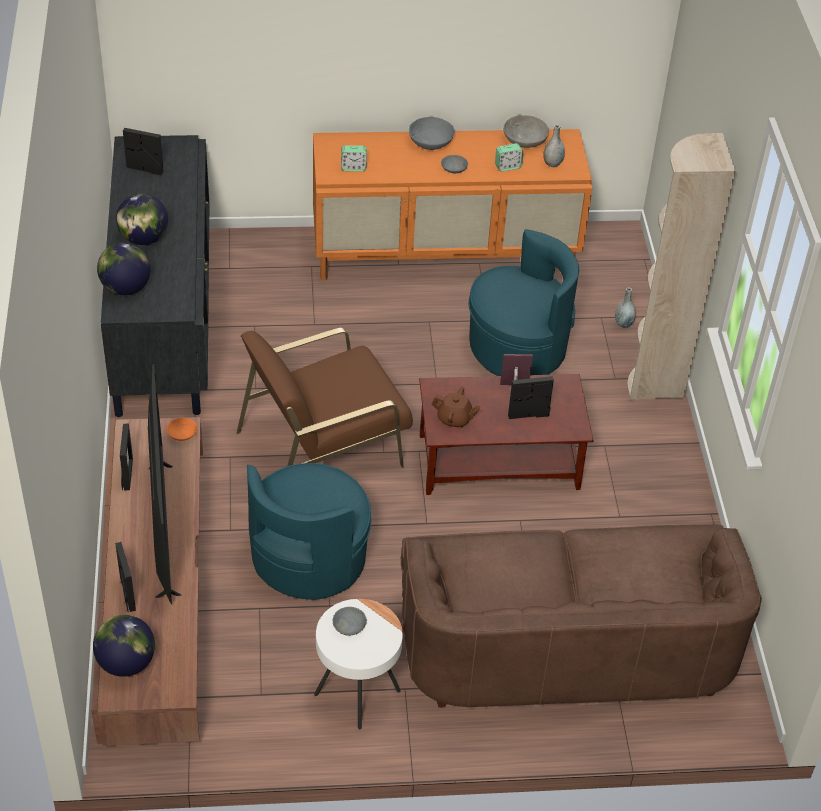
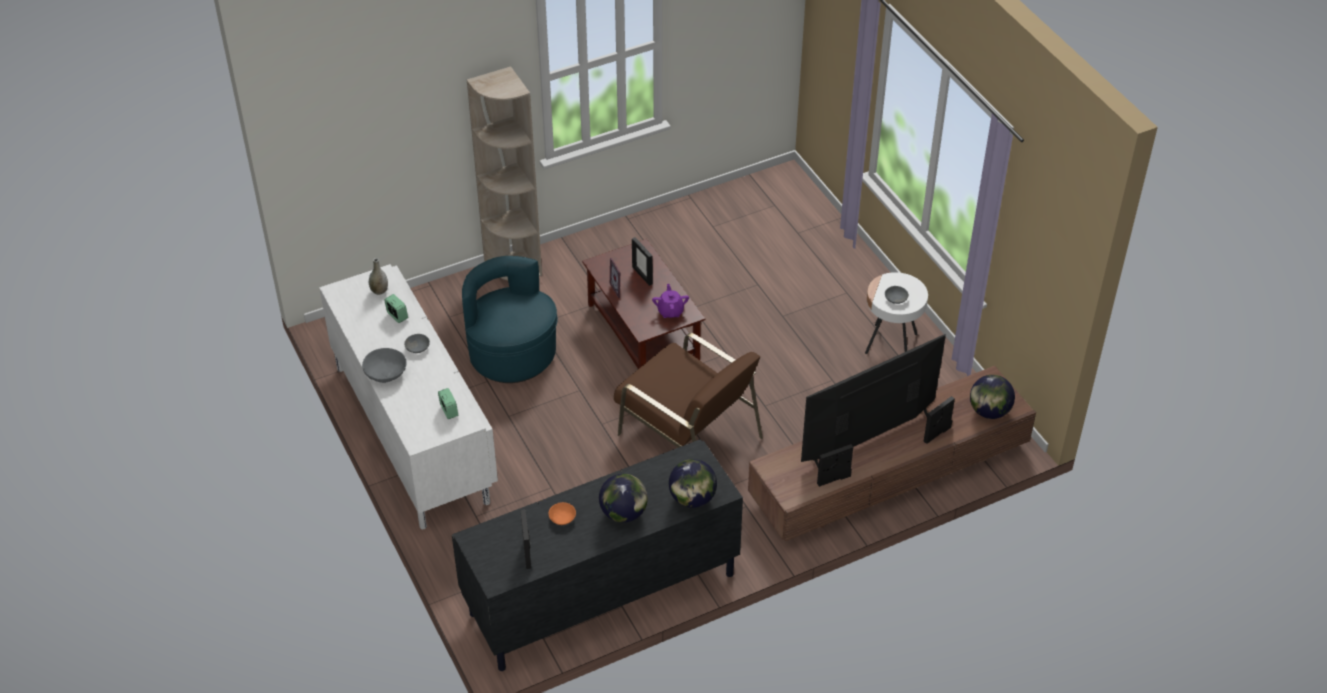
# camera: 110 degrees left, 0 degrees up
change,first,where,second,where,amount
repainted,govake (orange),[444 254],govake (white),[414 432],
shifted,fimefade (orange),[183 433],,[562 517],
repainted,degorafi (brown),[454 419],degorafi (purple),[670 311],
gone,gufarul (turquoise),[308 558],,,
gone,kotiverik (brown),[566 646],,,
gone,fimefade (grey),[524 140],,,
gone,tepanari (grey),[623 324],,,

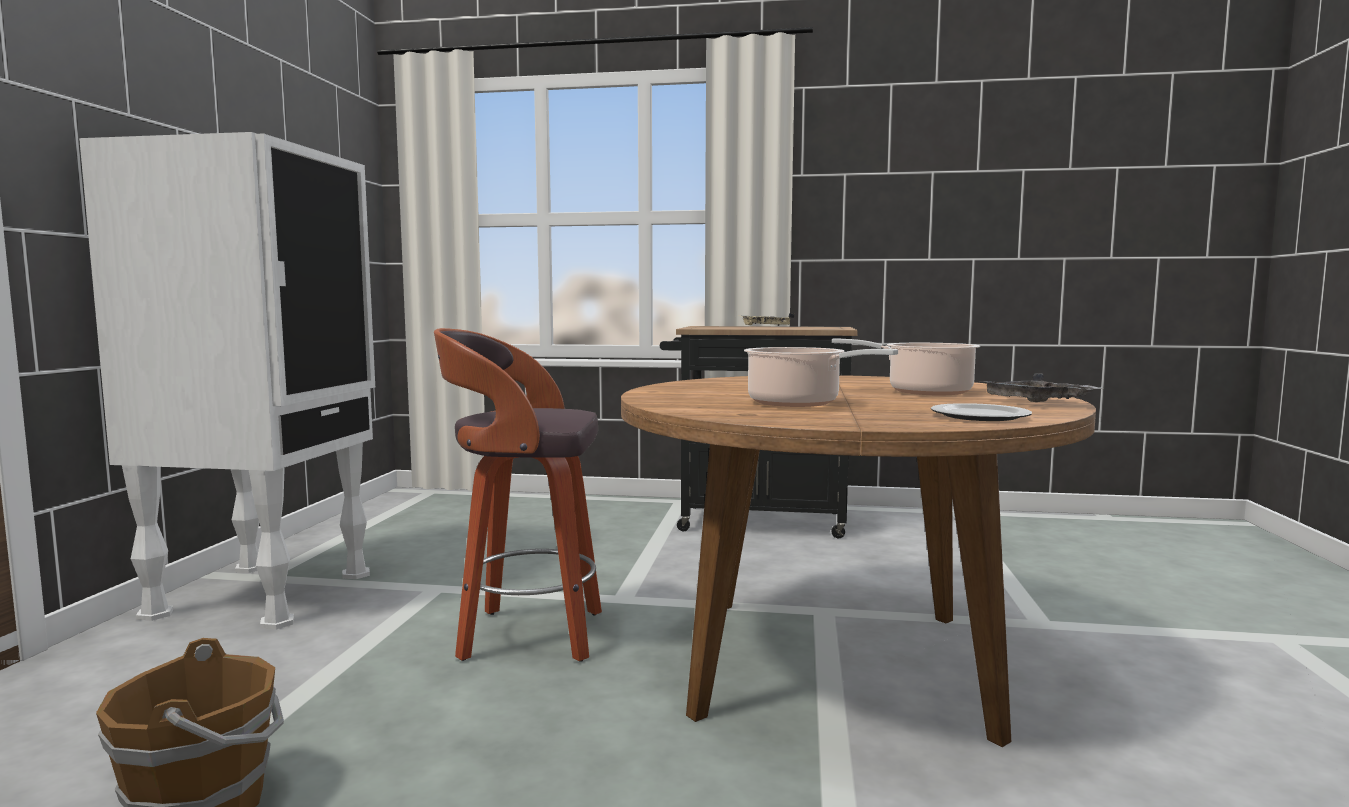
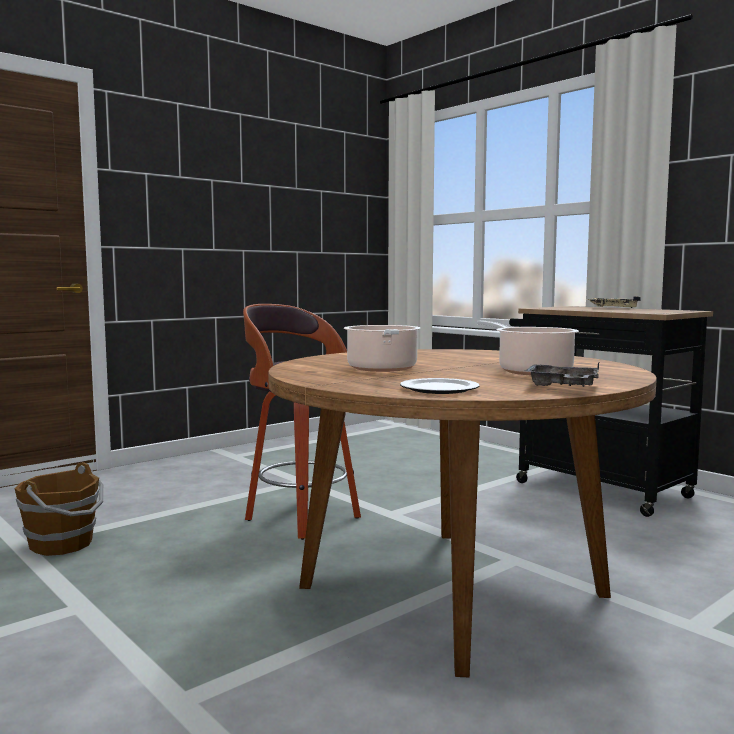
# camera: 40 degrees right, 0 degrees up
change,first,where,second,where,amount
gone,govake (white),[266 593],,,

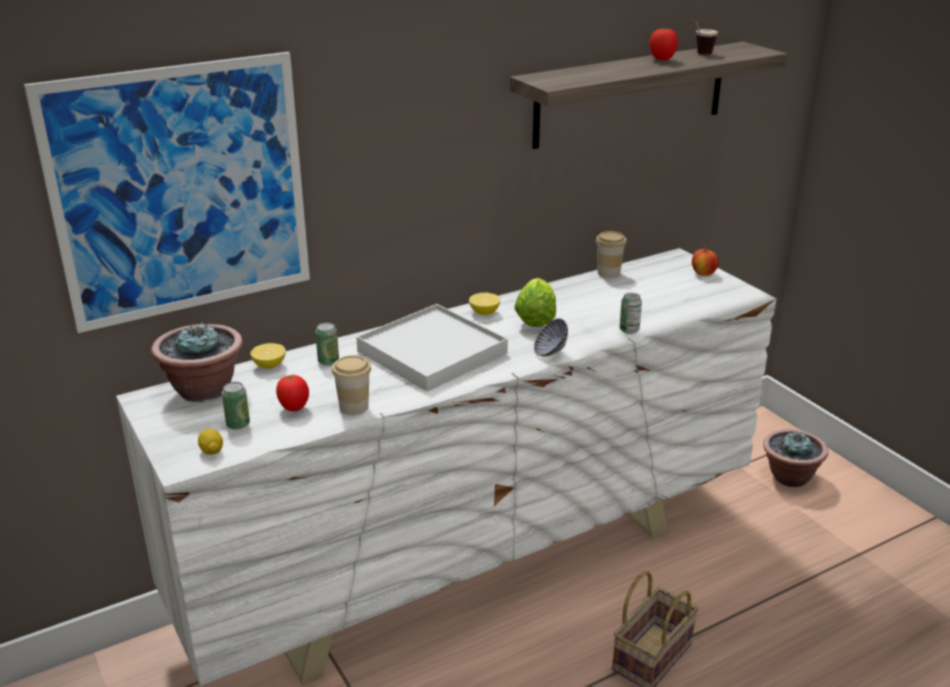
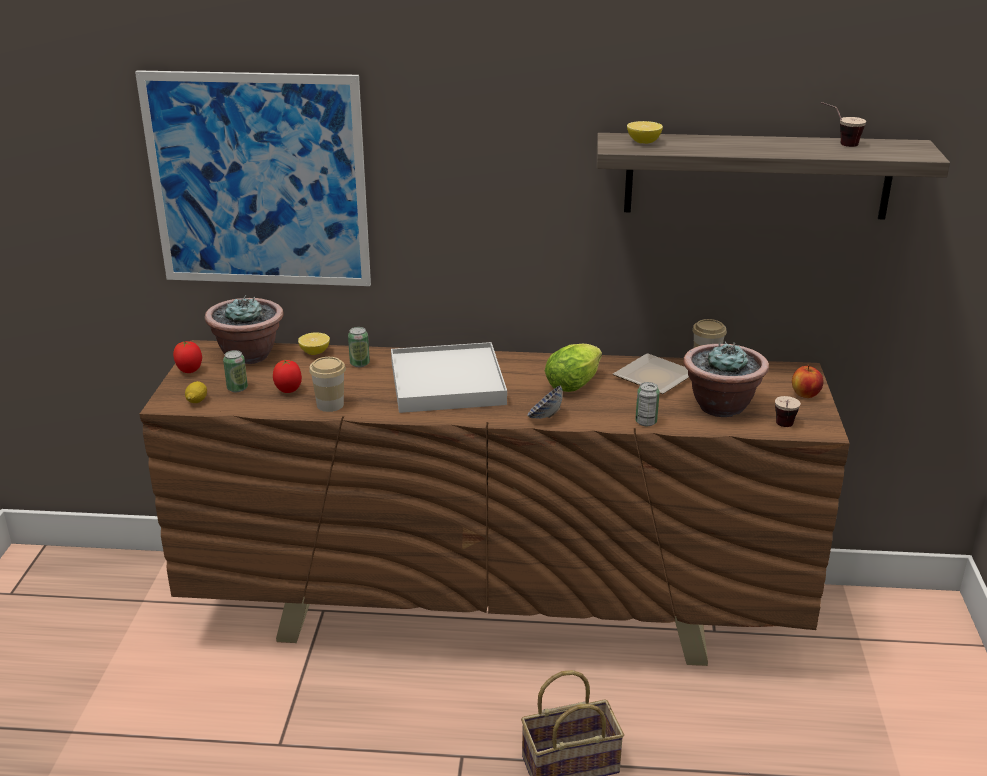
# camera: 35 degrees right, 0 degrees up
change,first,where,second,where,amount
repainted,govake (white),[475 568],govake (brown),[495 616],
shifted,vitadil,[662 59],,[189 371],
new,,,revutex,[657 377],
shifted,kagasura,[484 312],,[643 142],
shifted,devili,[789 477],,[720 406],
new,,,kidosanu,[783 428],

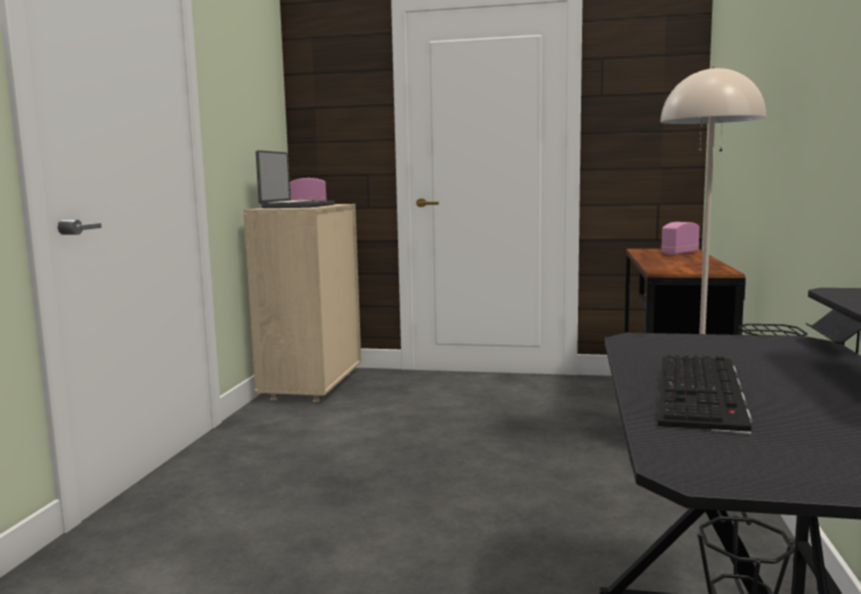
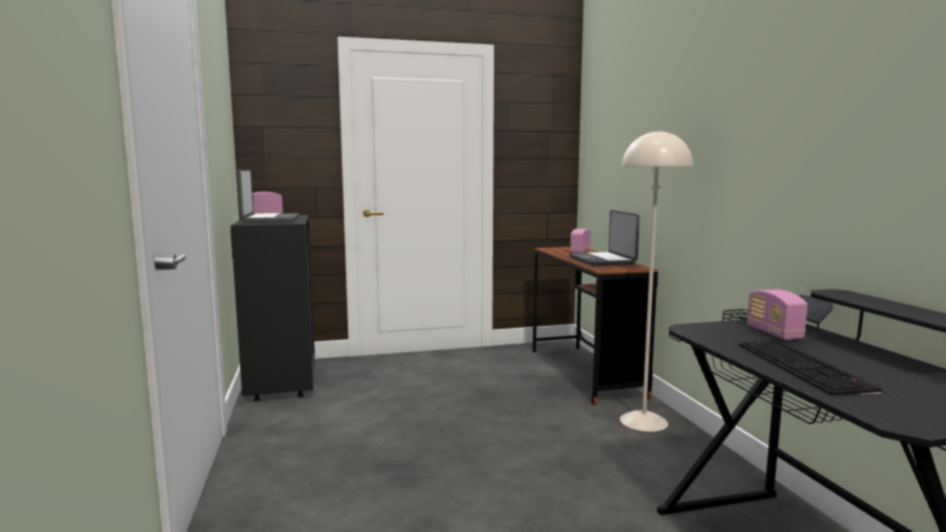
# camera: 25 degrees left, 0 degrees up
change,first,where,second,where,amount
repainted,govake (beige),[312 385],govake (black),[282 381],
new,,,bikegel,[603 261],
new,,,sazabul,[774 333],

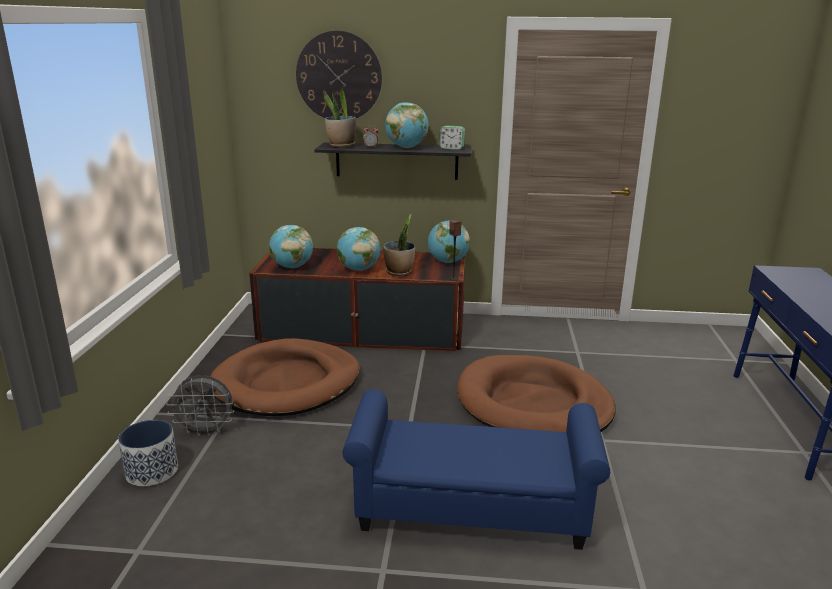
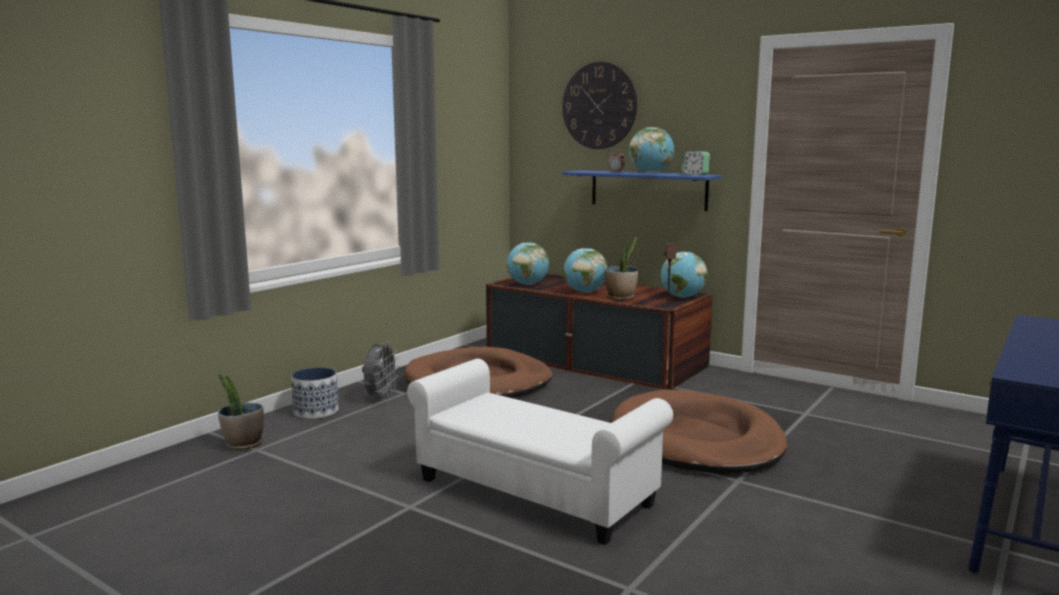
# camera: 30 degrees right, 10 degrees down
change,first,where,second,where,amount
shifted,devili,[341 146],,[243 444],
rotated,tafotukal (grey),[206 430],,[380 397],105 degrees counterclockwise
repainted,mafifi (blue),[471 509],mafifi (white),[534 492],
repainted,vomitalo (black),[396 161],vomitalo (blue),[648 190],

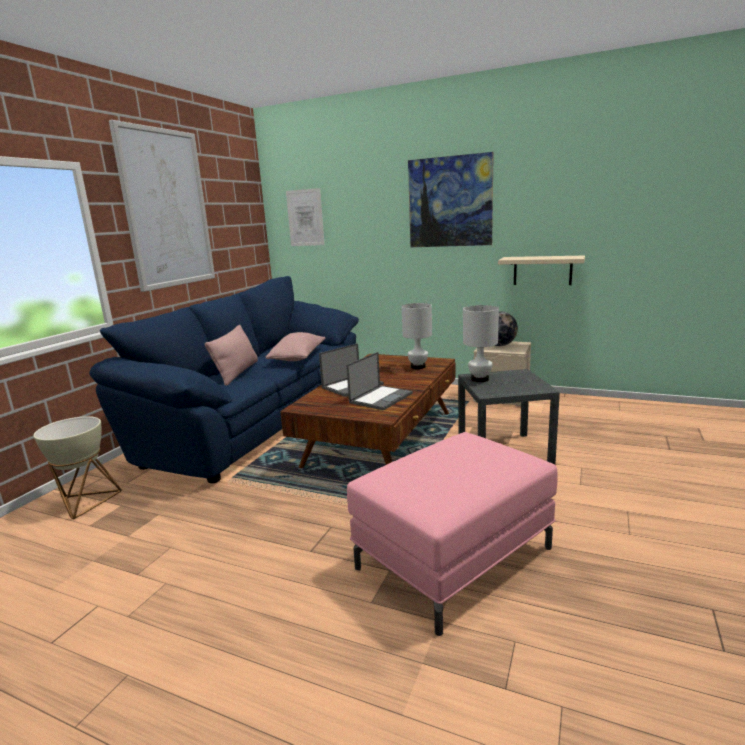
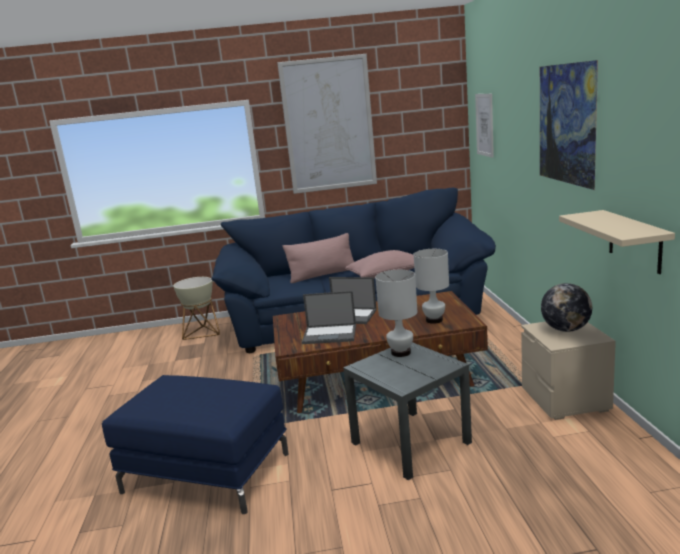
# camera: 60 degrees right, 0 degrees up
change,first,where,second,where,amount
repainted,mafifi (pink),[454 558],mafifi (blue),[205 473],

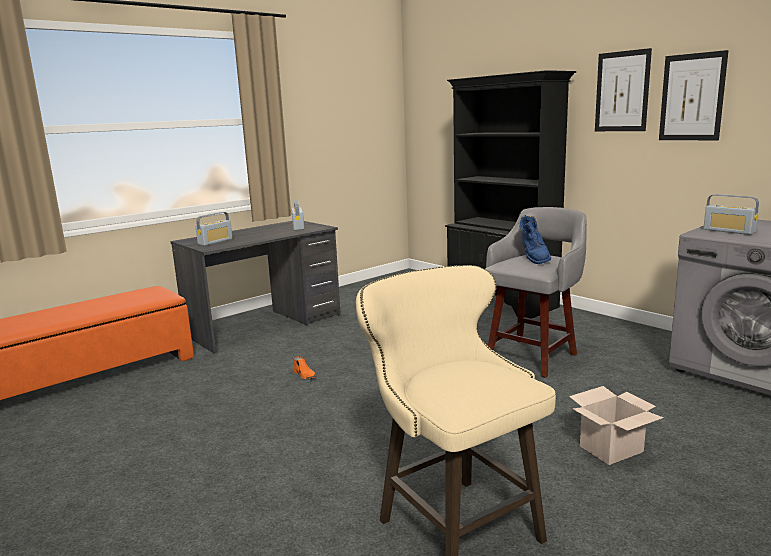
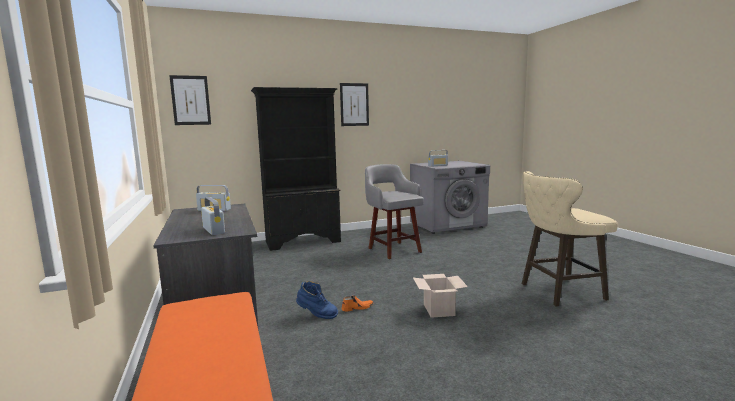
# camera: 70 degrees left, 5 degrees down
change,first,where,second,where,amount
shifted,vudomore,[692 97],,[190 100],
shifted,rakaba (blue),[533 259],,[317 315],
shifted,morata,[611 450],,[439 310],

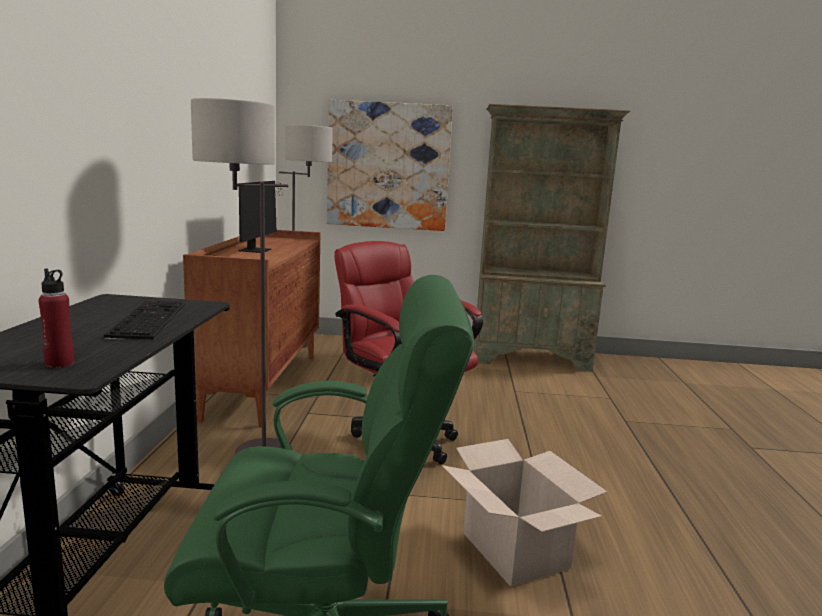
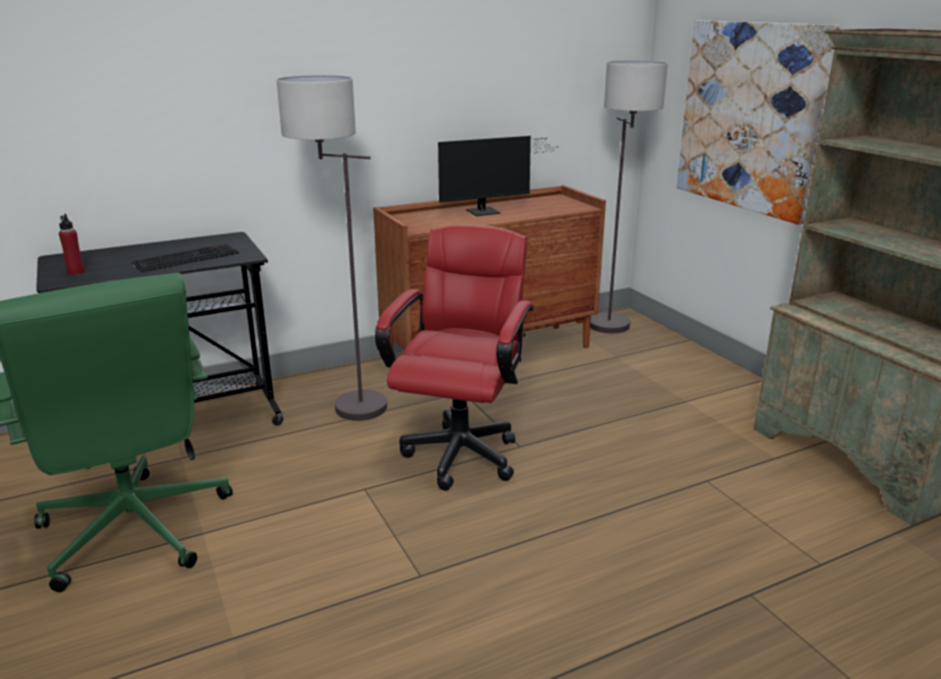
# camera: 60 degrees right, 10 degrees up
change,first,where,second,where,amount
gone,morata,[513 550],,,

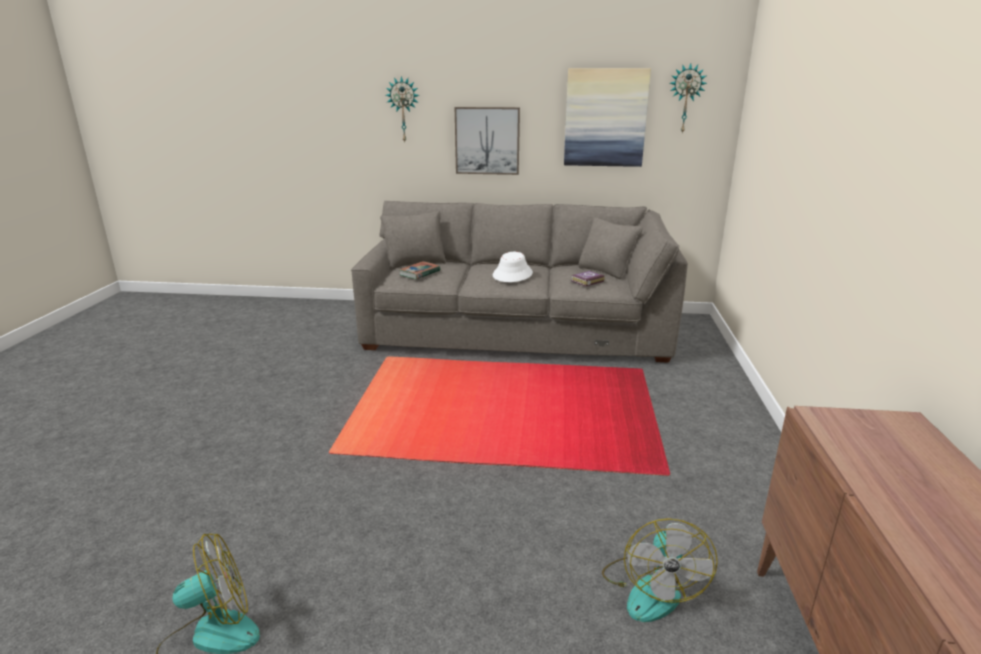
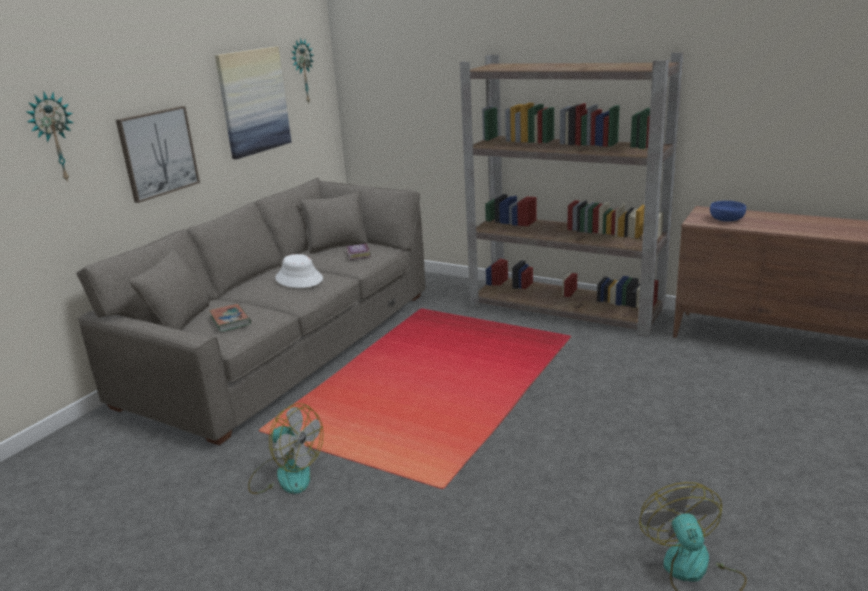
# camera: 65 degrees left, 0 degrees up
change,first,where,second,where,amount
shifted,tafotukal,[651 588],,[286 475],
new,,,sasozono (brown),[565 308],
new,,,fimefade (blue),[727 220],

